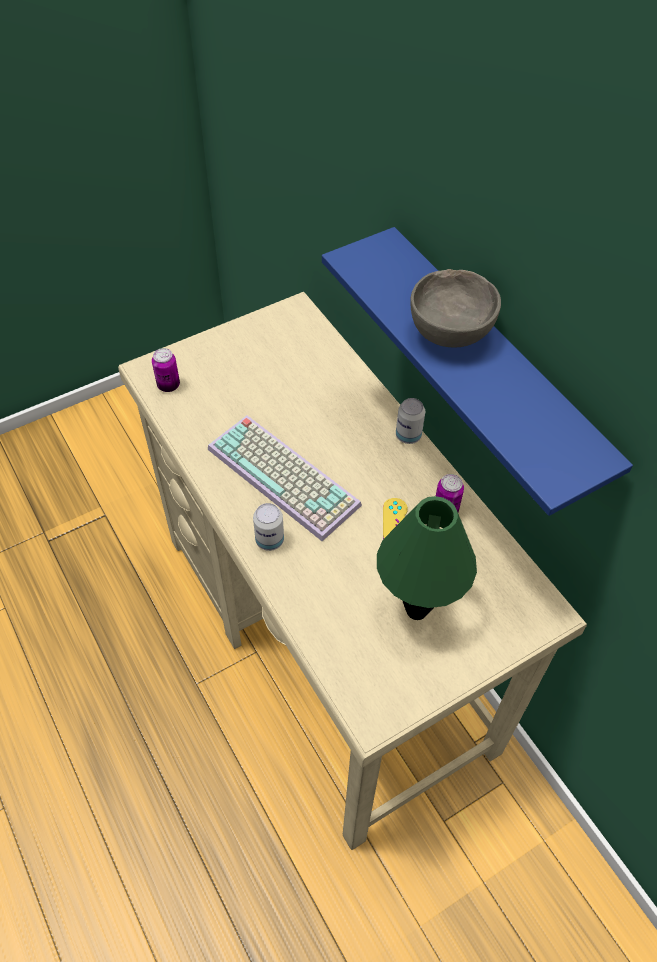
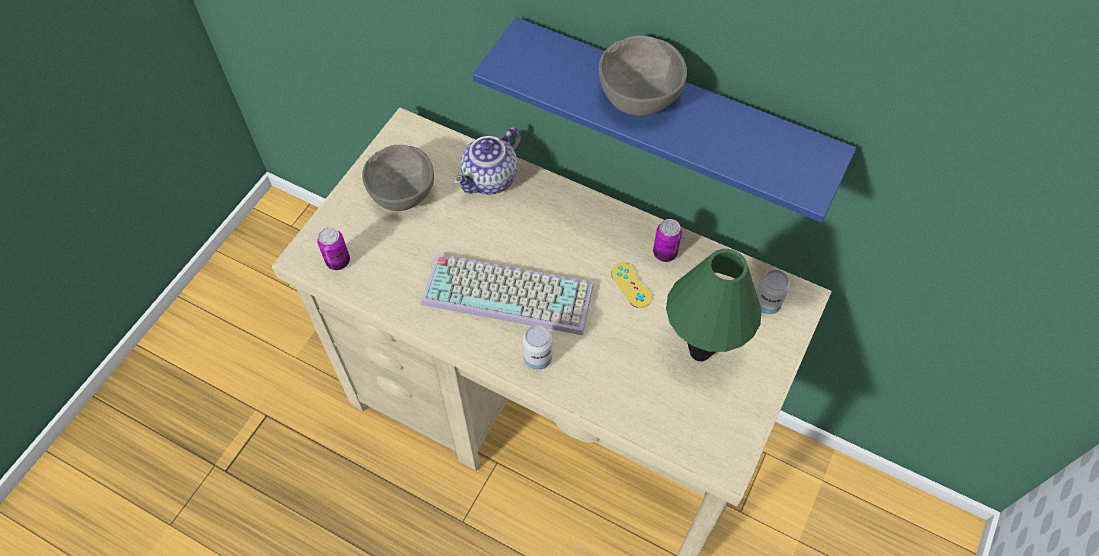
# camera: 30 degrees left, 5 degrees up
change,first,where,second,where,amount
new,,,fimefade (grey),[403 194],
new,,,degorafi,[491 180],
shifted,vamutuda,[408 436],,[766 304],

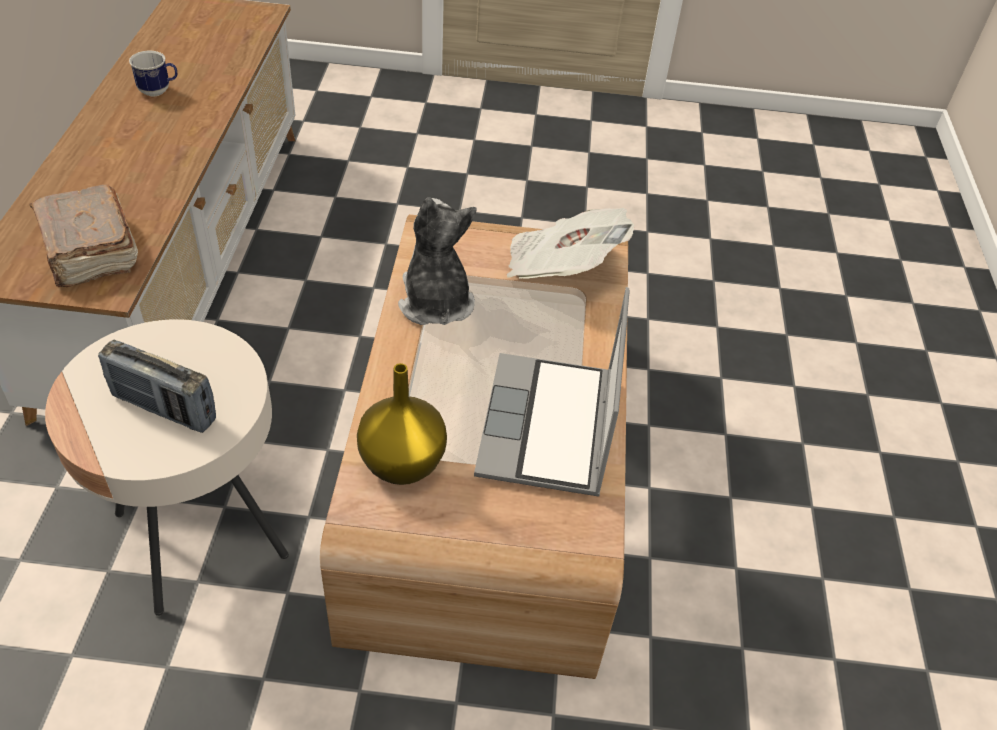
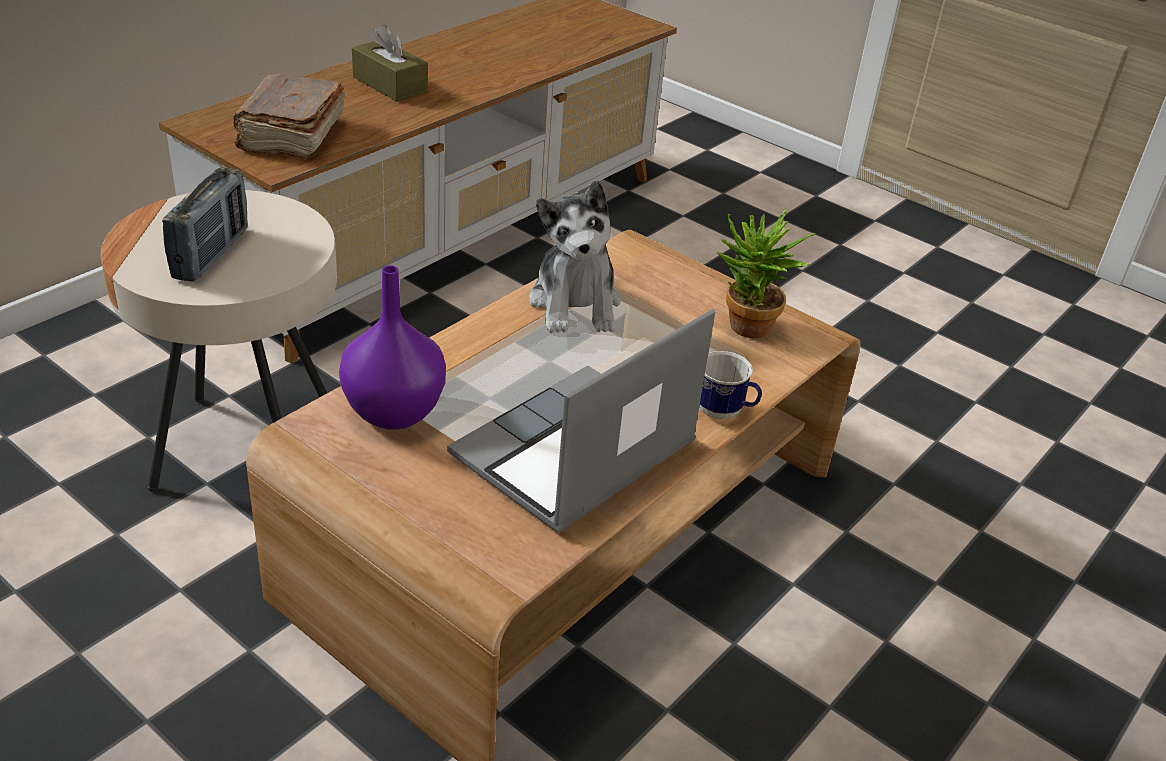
# camera: 35 degrees right, 10 degrees down
change,first,where,second,where,amount
rotated,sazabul,[164 408],,[211 254],135 degrees counterclockwise
repainted,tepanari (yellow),[402 462],tepanari (purple),[395 411],
new,,,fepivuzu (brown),[390 85],
rotated,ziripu,[435 302],,[575 304],150 degrees clockwise
shifted,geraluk,[159 91],,[724 413],
swapped,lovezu,[561 268],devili,[745 330],

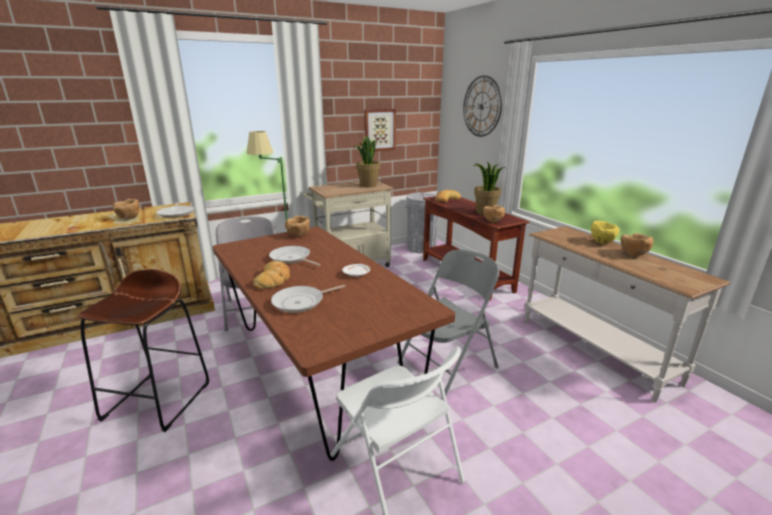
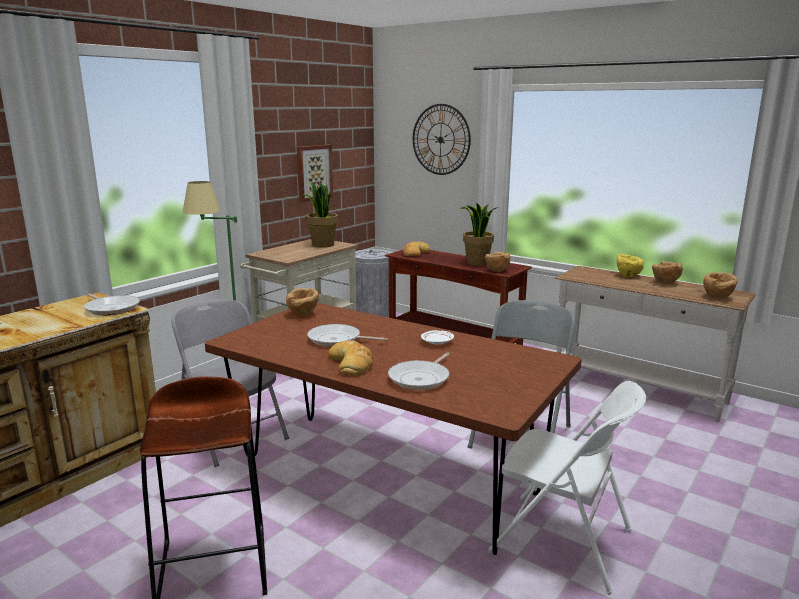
# camera: 25 degrees left, 5 degrees down
change,first,where,second,where,amount
shifted,fimefade (brown),[129 219],,[718 297],

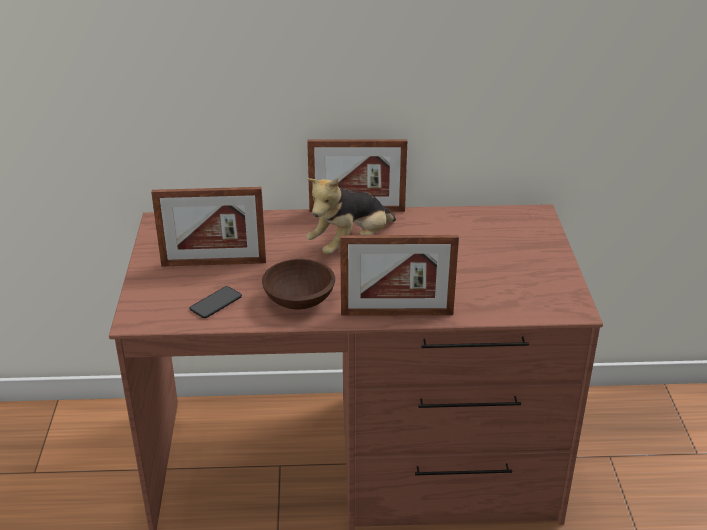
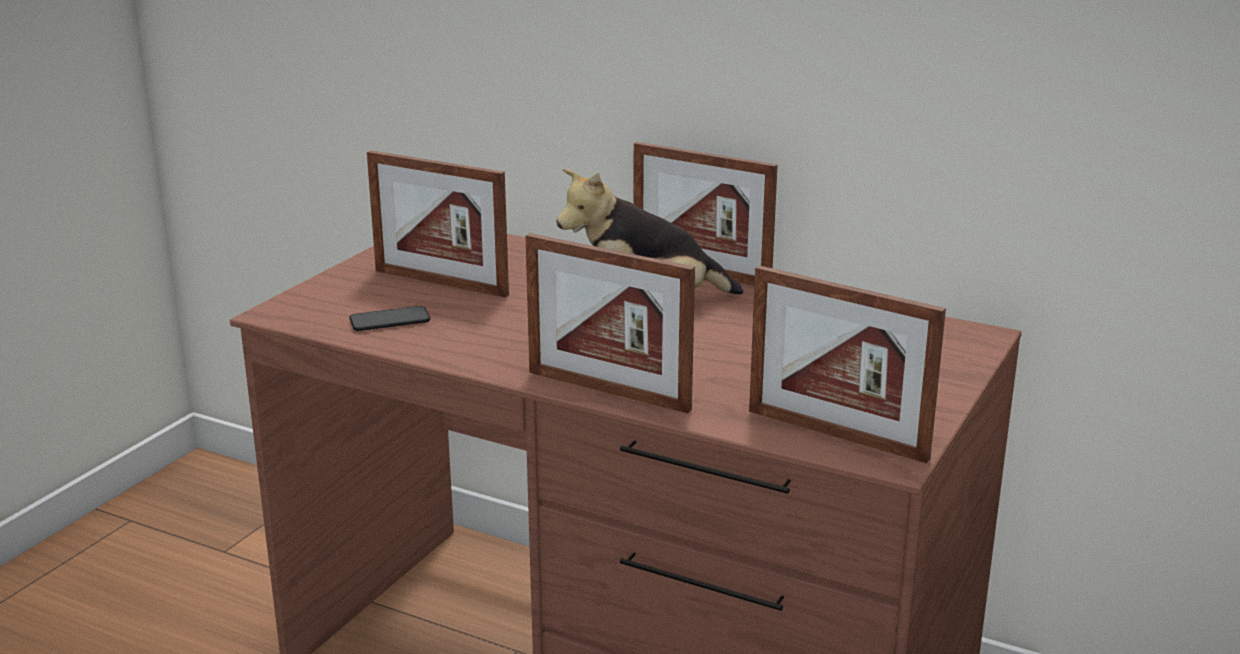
# camera: 30 degrees right, 10 degrees down
change,first,where,second,where,amount
new,,,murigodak,[836 434],
gone,fimefade (brown),[298 300],,,

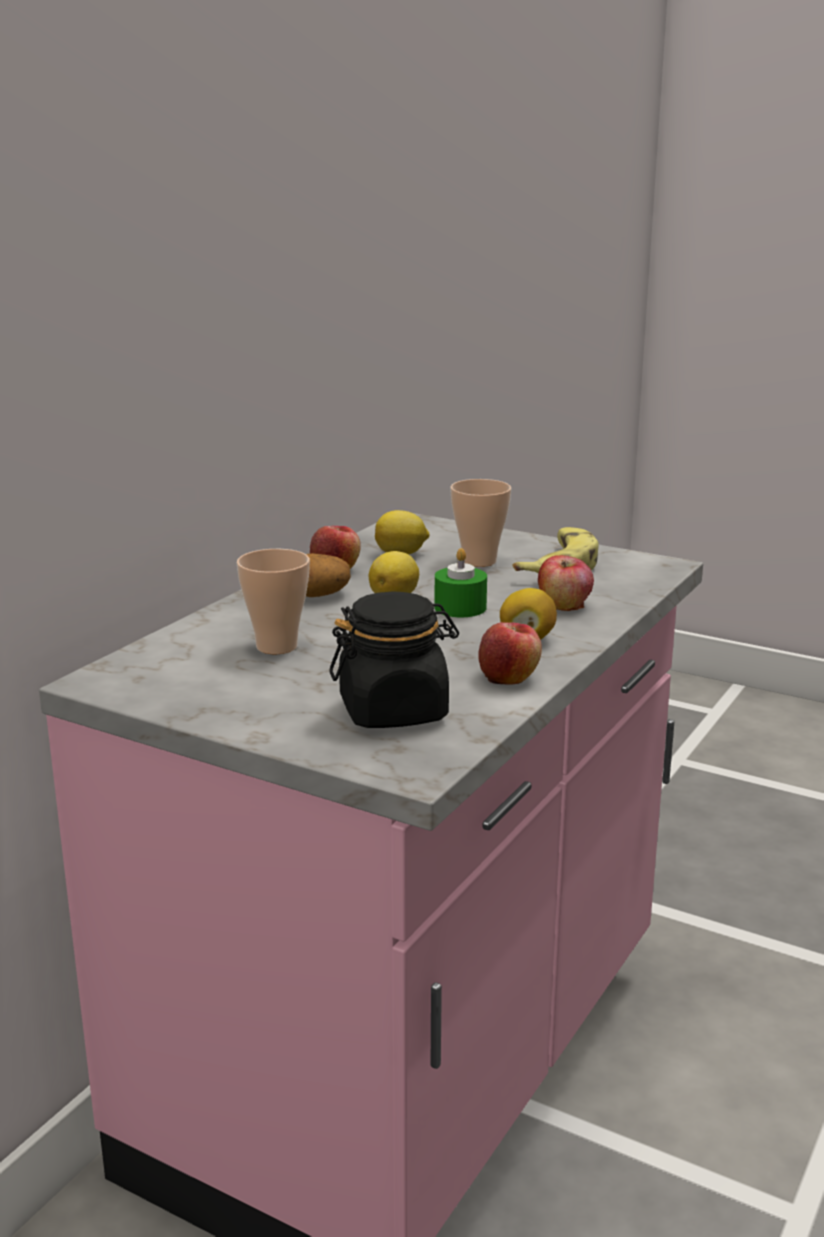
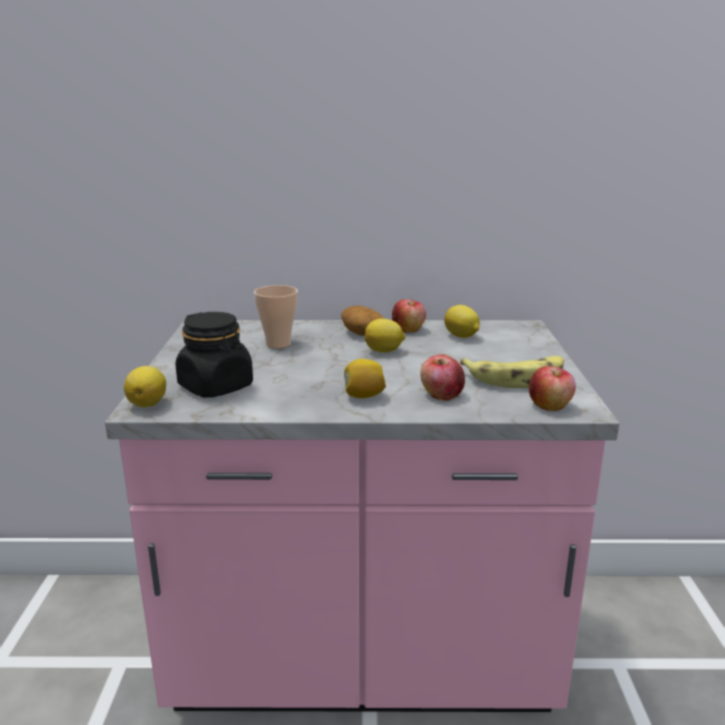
# camera: 60 degrees right, 0 degrees up
change,first,where,second,where,amount
new,,,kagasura,[148 404],
shifted,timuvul,[509 677],,[550 405],
gone,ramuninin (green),[460 607],,,
gone,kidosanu,[479 561],,,

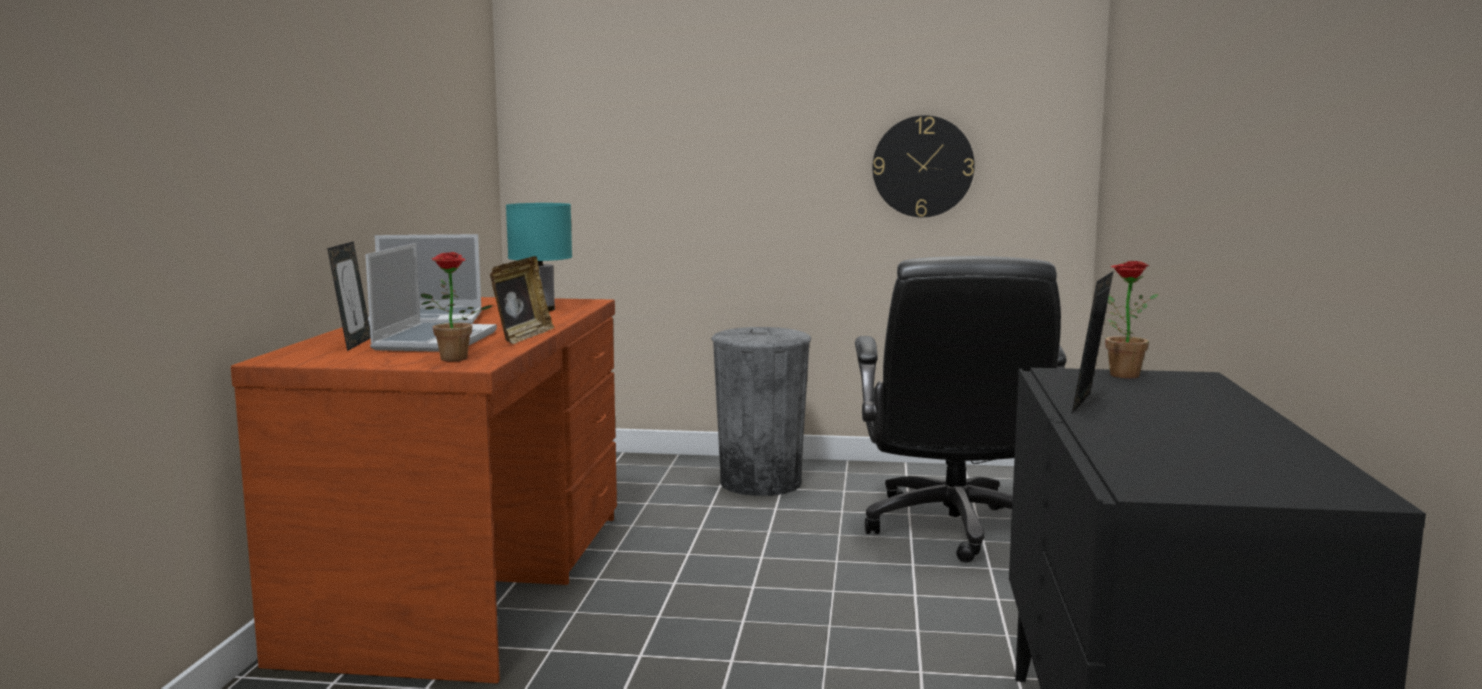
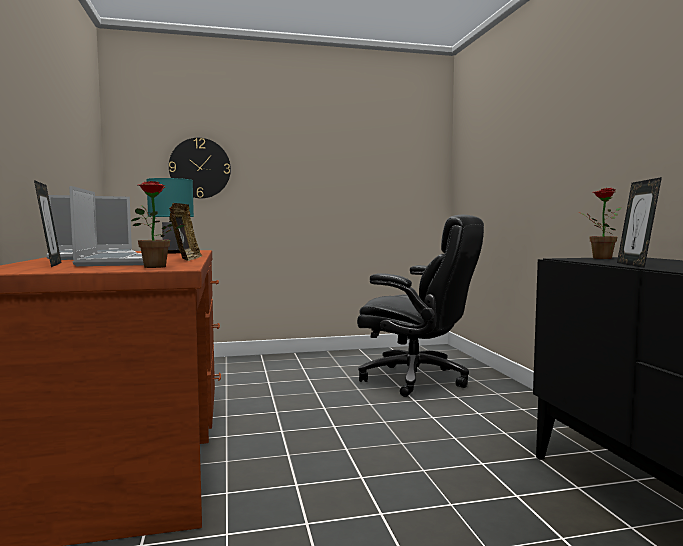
# camera: 20 degrees left, 5 degrees down
change,first,where,second,where,amount
shifted,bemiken,[923 166],,[200 168],
rotated,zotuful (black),[952 532],,[418 381],45 degrees counterclockwise
gone,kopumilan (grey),[761 483],,,

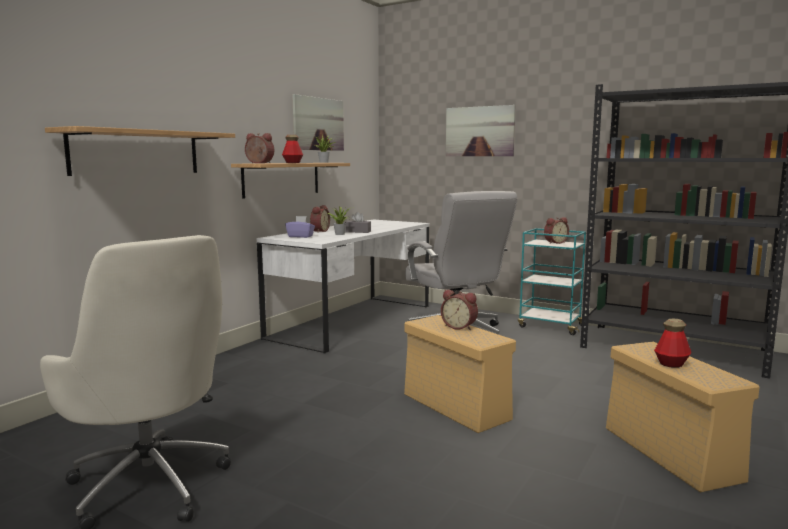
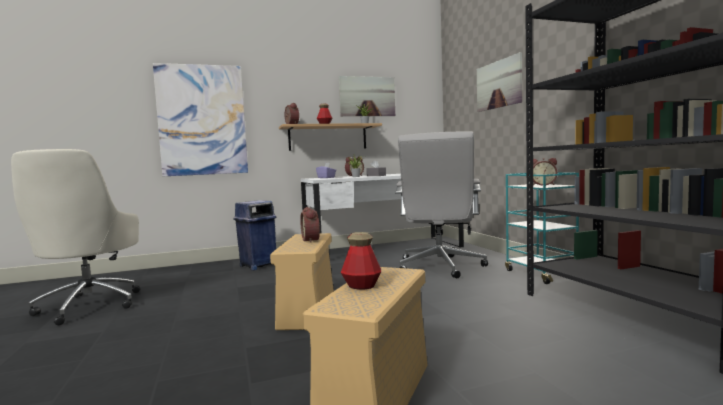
# camera: 40 degrees right, 5 degrees down
change,first,where,second,where,amount
swapped,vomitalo,[136 152],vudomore,[202 120],
new,,,kopumilan (blue),[258 265],

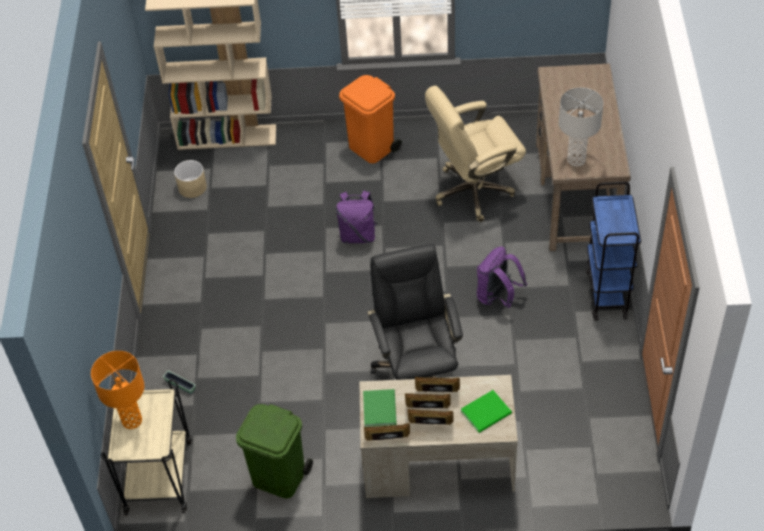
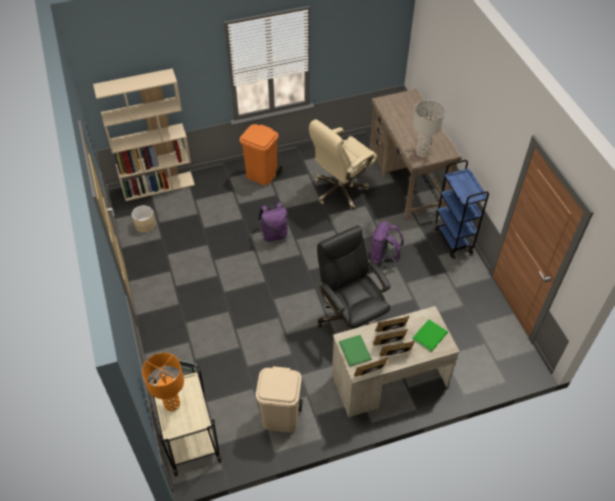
# camera: 20 degrees left, 0 degrees up
change,first,where,second,where,amount
repainted,kopumilan (green),[279 477],kopumilan (beige),[281 417],

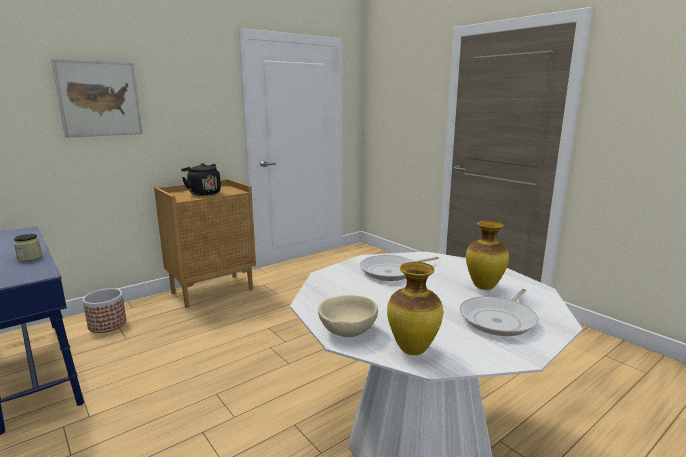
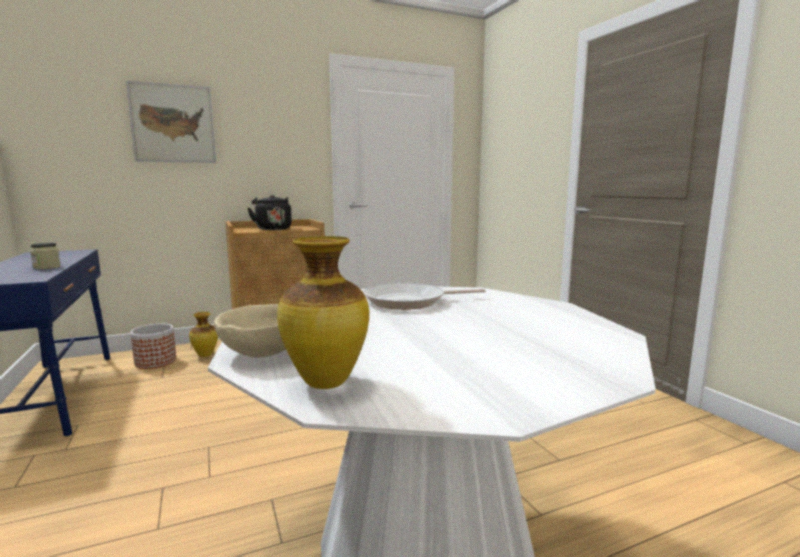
# camera: 15 degrees right, 5 degrees down
change,first,where,second,where,amount
shifted,tepanari,[484 287],,[205 355],
gone,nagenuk,[499 319],,,

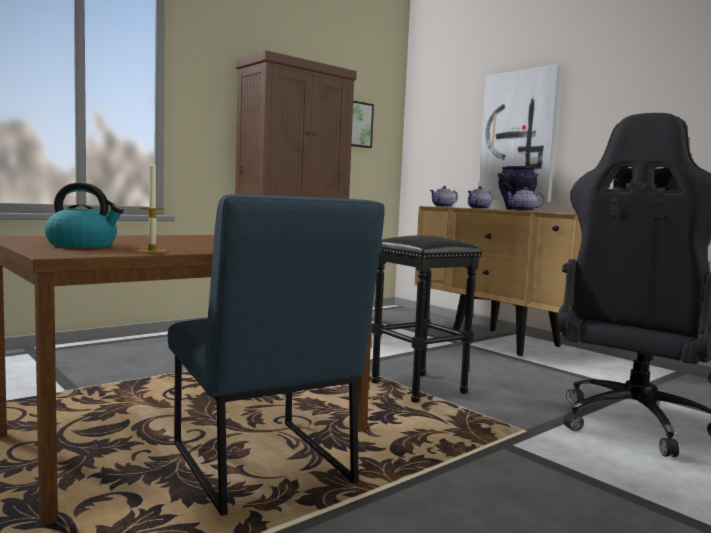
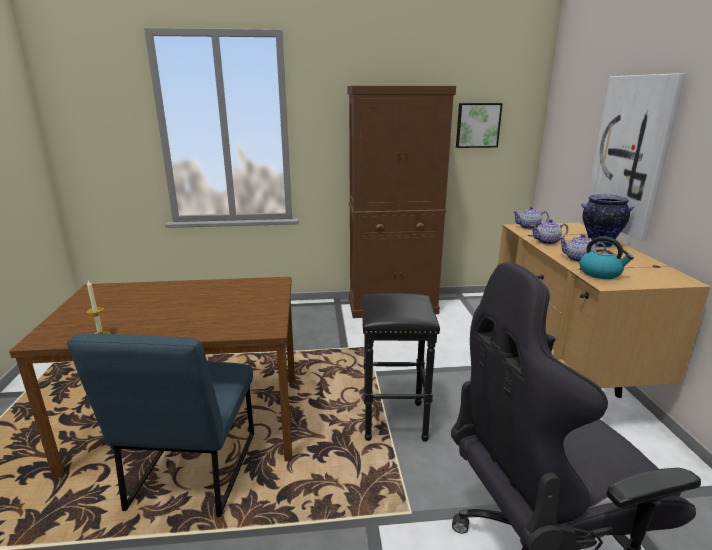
# camera: 35 degrees right, 15 degrees up
change,first,where,second,where,amount
shifted,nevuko,[83 245],,[600 273],

